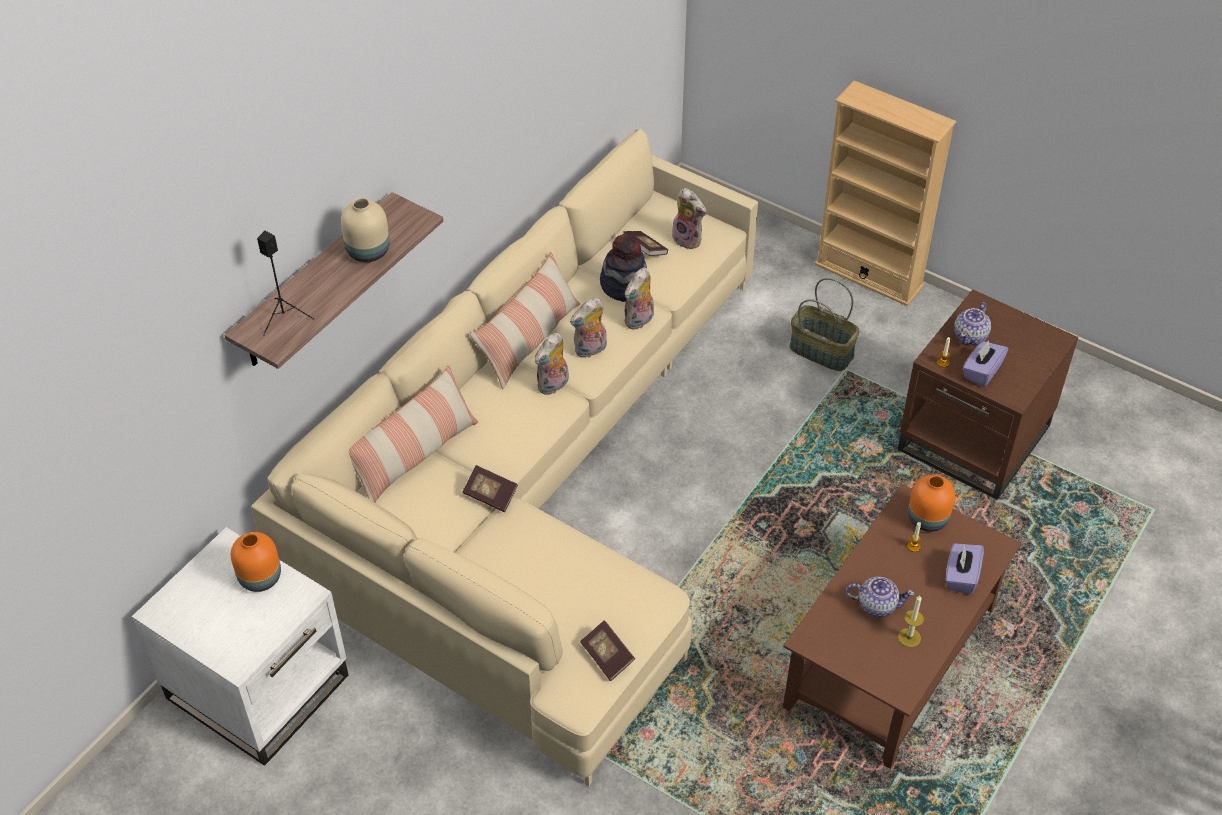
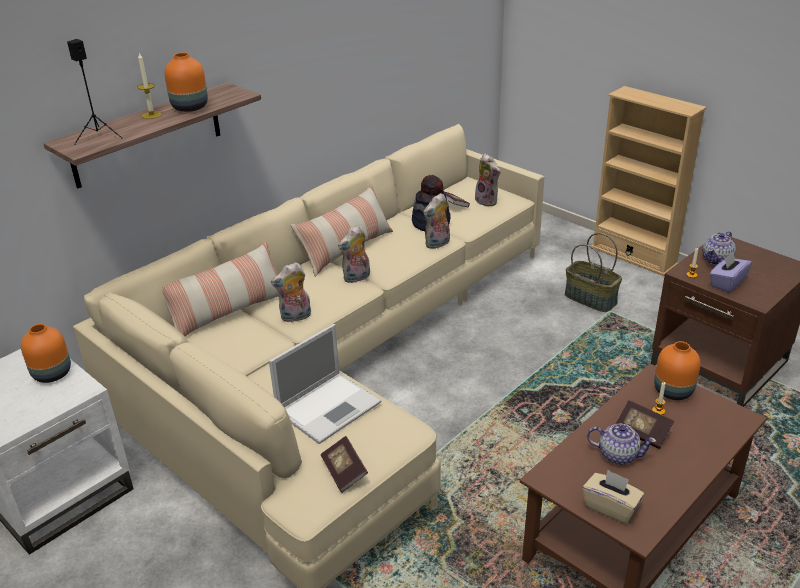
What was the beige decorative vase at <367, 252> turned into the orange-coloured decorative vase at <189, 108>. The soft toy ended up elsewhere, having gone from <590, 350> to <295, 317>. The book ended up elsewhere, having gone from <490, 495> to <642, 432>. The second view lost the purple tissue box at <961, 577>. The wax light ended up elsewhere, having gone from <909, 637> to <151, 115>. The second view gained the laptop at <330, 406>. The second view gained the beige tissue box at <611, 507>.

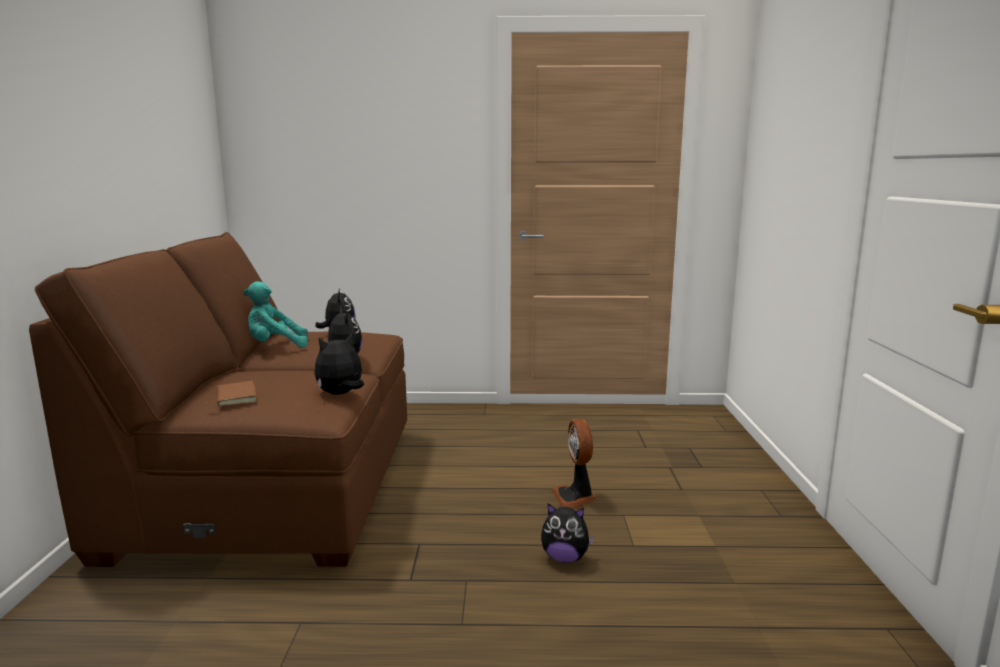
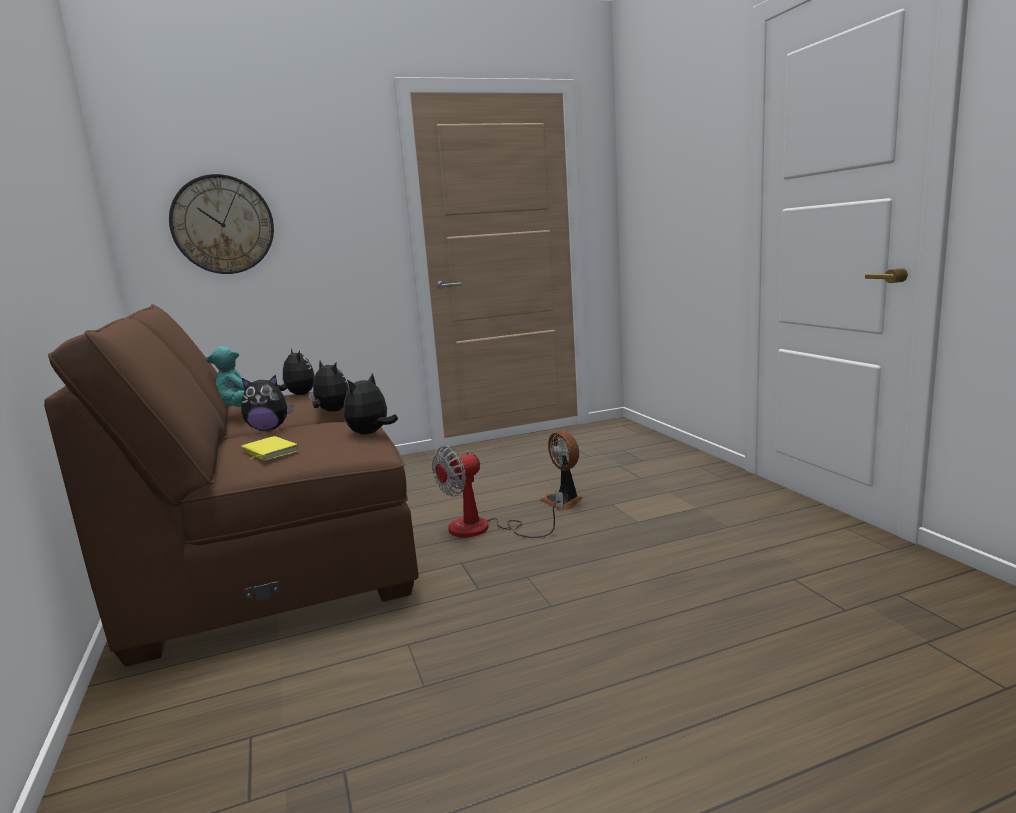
What was the brown book at <234, 397> turned into the yellowish book at <268, 452>. The soft toy ended up elsewhere, having gone from <565, 558> to <268, 429>. The second view gained the hanging clock at <223, 225>. The second view gained the electric fan at <483, 529>.

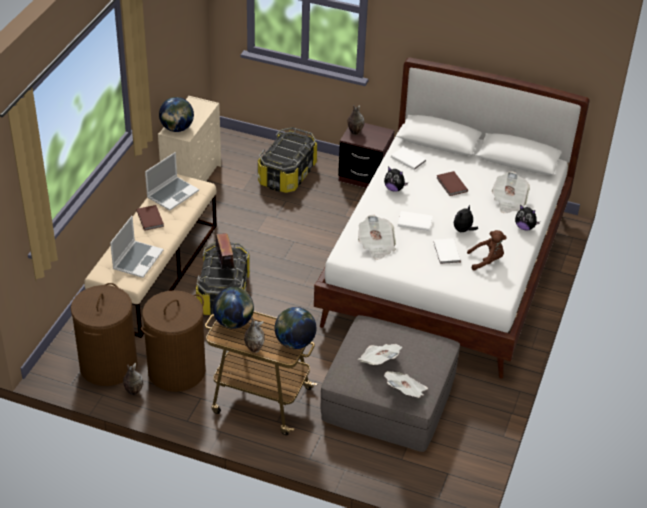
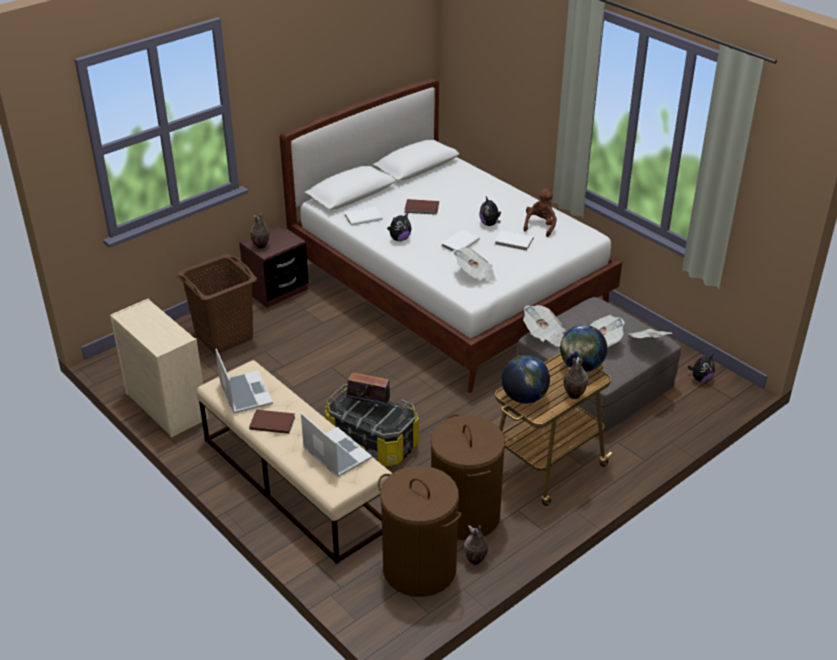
The second view lost the world globe at <177, 128>. Where the storage container stood at <287, 174>, the brown laundry basket came to stand at <223, 336>. The daily paper ended up elsewhere, having gone from <509, 201> to <543, 335>. The soft toy ended up elsewhere, having gone from <525, 227> to <700, 378>.

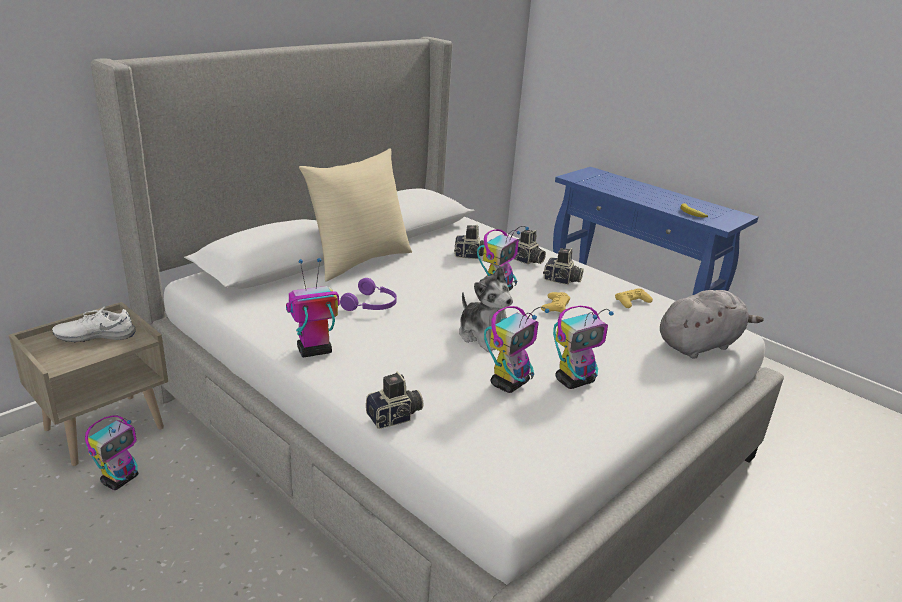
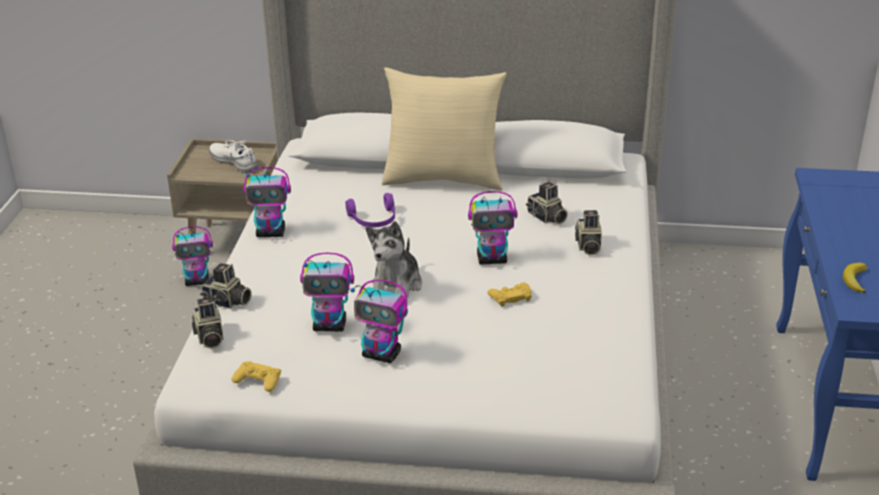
The still camera ended up elsewhere, having gone from <562, 280> to <209, 337>. The robot figure at <313, 351> ended up facing another way, 150 degrees clockwise from before. The yellowish gamepad ended up elsewhere, having gone from <632, 302> to <258, 380>. The second view lost the gray soft toy at <700, 344>.

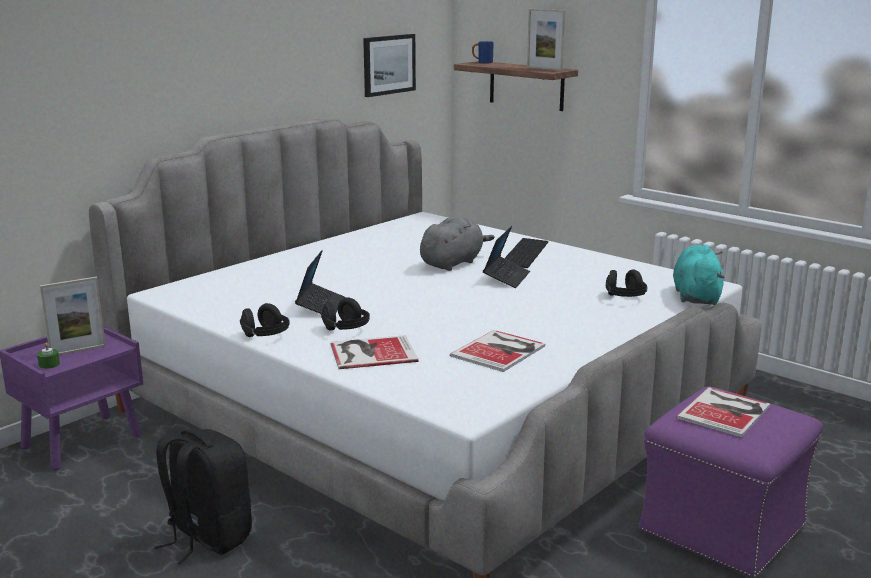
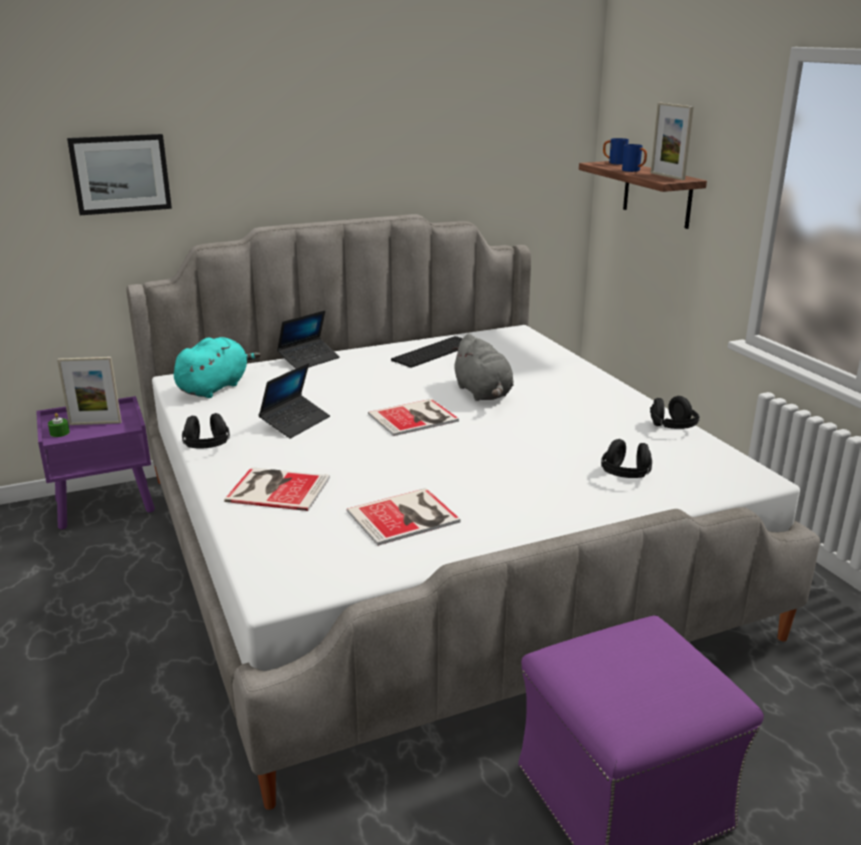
The picture ended up elsewhere, having gone from <388, 64> to <120, 174>. The gray soft toy at <453, 263> ended up facing another way, 90 degrees clockwise from before. The laptop ended up elsewhere, having gone from <506, 278> to <309, 360>. The PC keyboard ended up elsewhere, having gone from <523, 253> to <433, 351>. The turquoise-coloured soft toy ended up elsewhere, having gone from <696, 296> to <215, 387>. The black-coloured headphones ended up elsewhere, having gone from <345, 330> to <672, 428>. The book ended up elsewhere, having gone from <726, 412> to <416, 418>. The second view lost the black-coloured rucksack at <207, 537>. The second view gained the blue mug at <634, 171>.

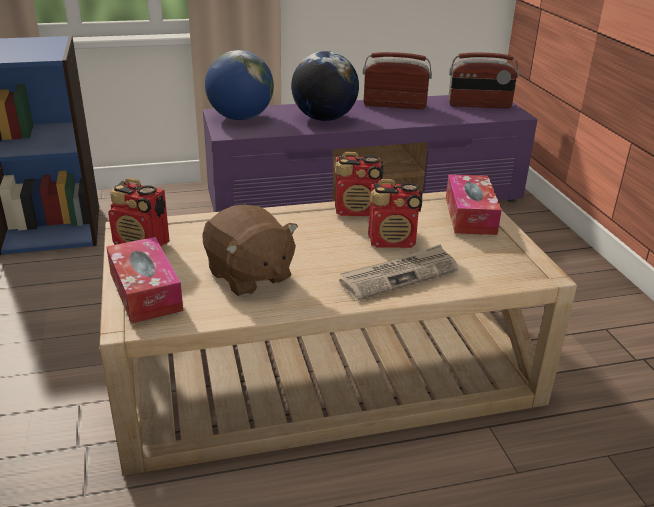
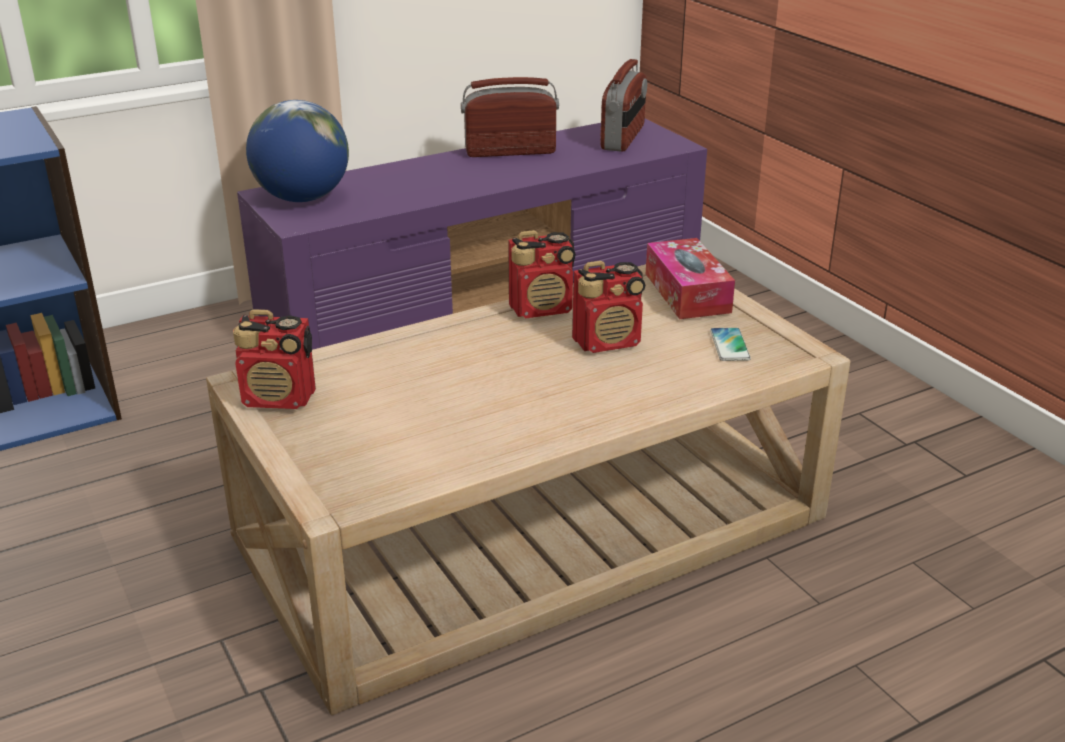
The second view lost the world globe at <324, 118>. The radio set at <479, 105> ended up facing another way, 60 degrees counterclockwise from before. The second view lost the brown soft toy at <249, 276>. The second view lost the tissue box at <145, 291>. The second view lost the daily paper at <399, 275>. The second view gained the phone at <729, 345>.

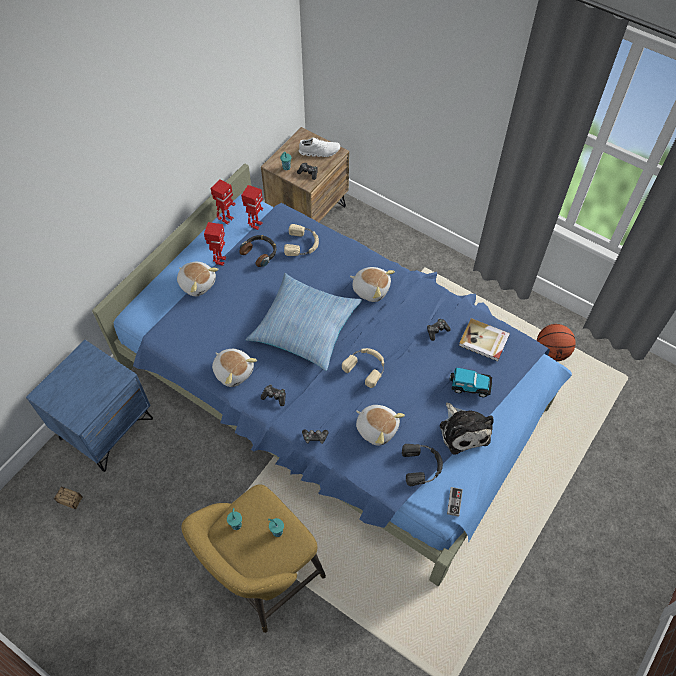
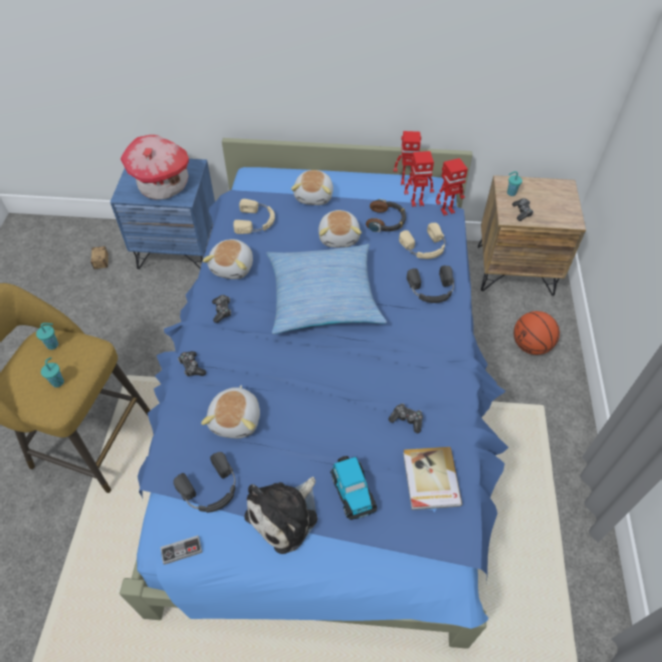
The second view lost the whitish low shoe at <319, 151>. The robot figure ended up elsewhere, having gone from <220, 260> to <447, 210>. The soft toy ended up elsewhere, having gone from <371, 289> to <339, 237>. The basketball ball ended up elsewhere, having gone from <551, 352> to <531, 345>. The beige headphones ended up elsewhere, having gone from <366, 367> to <256, 221>. The second view gained the miniature house at <163, 185>. The second view gained the black-coloured headphones at <431, 290>.

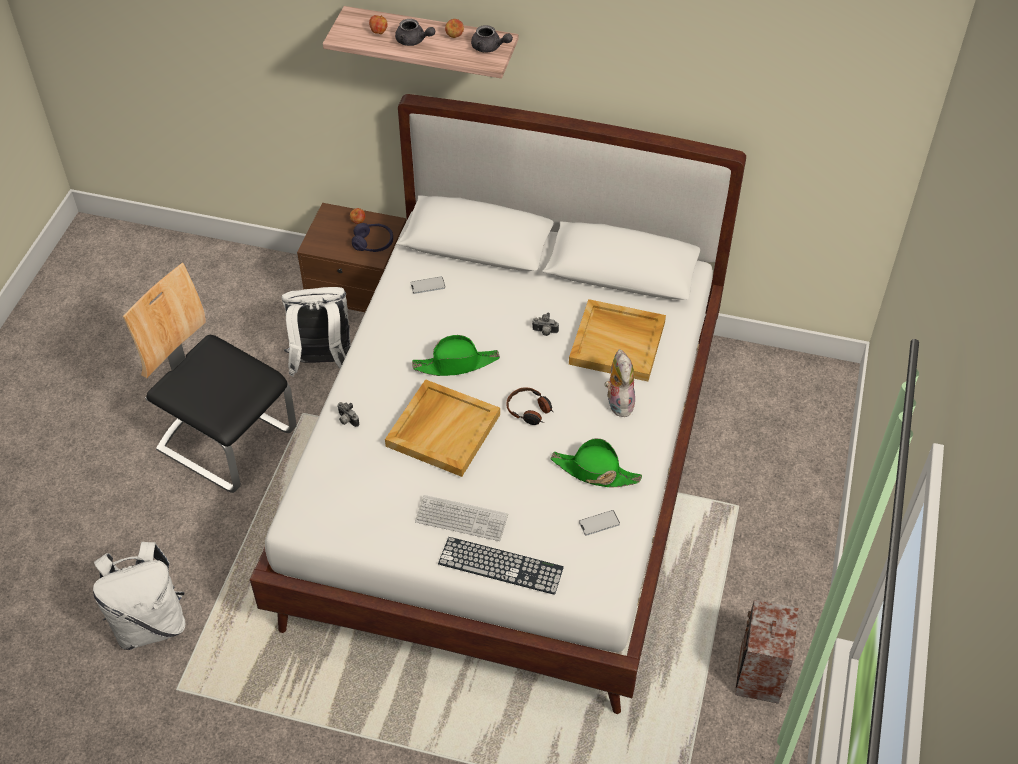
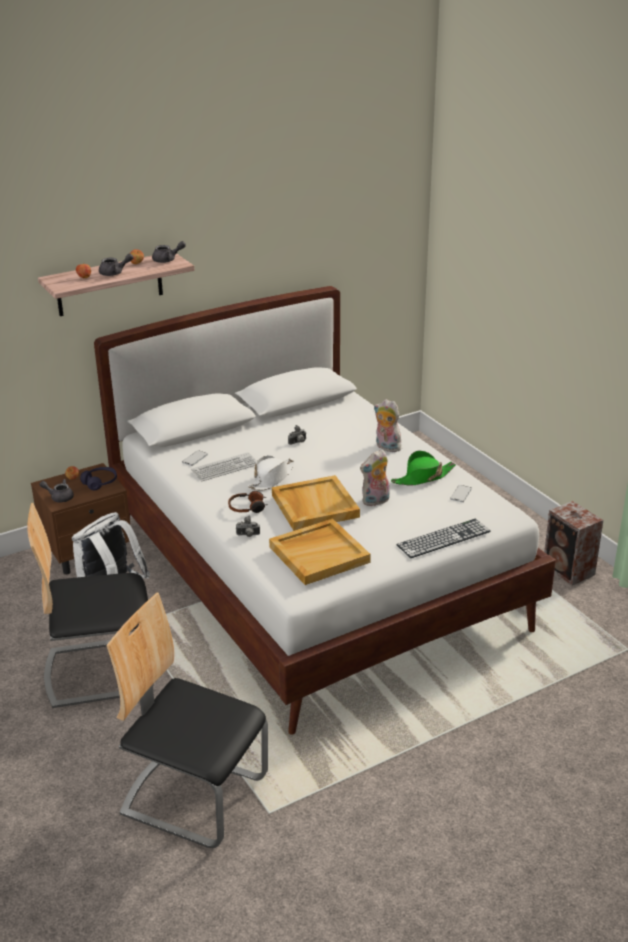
The beige serving tray ended up elsewhere, having gone from <618, 342> to <319, 554>. What was the greenish wearable hat at <456, 364> turned into the whitish wearable hat at <272, 478>. The headphones ended up elsewhere, having gone from <529, 410> to <248, 507>. The PC keyboard ended up elsewhere, having gone from <461, 519> to <225, 468>. Where the whitish rucksack stood at <150, 623>, the chair came to stand at <194, 795>. The second view gained the soft toy at <375, 501>. The second view gained the gray teapot at <59, 497>.

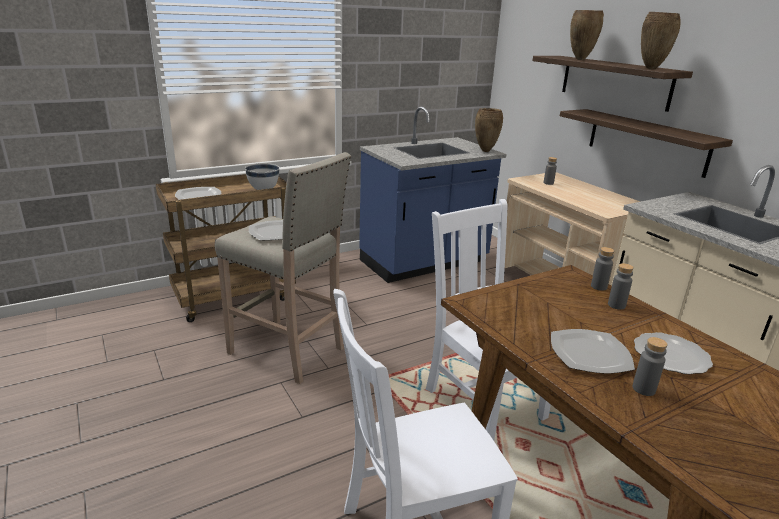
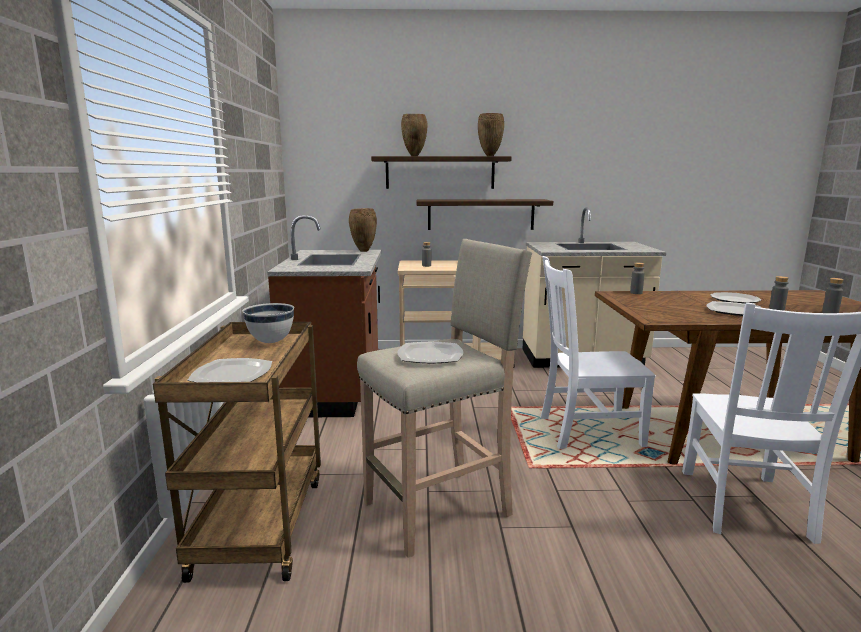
What was the blue counter at <424, 263> turned into the brown counter at <337, 390>. The gray beverage bottle ended up elsewhere, having gone from <616, 305> to <830, 313>.

